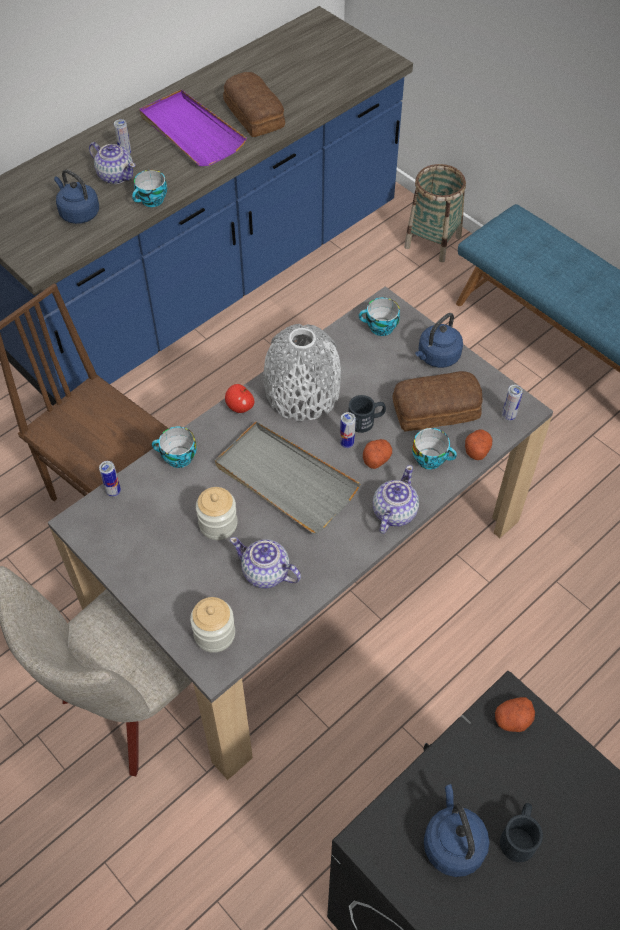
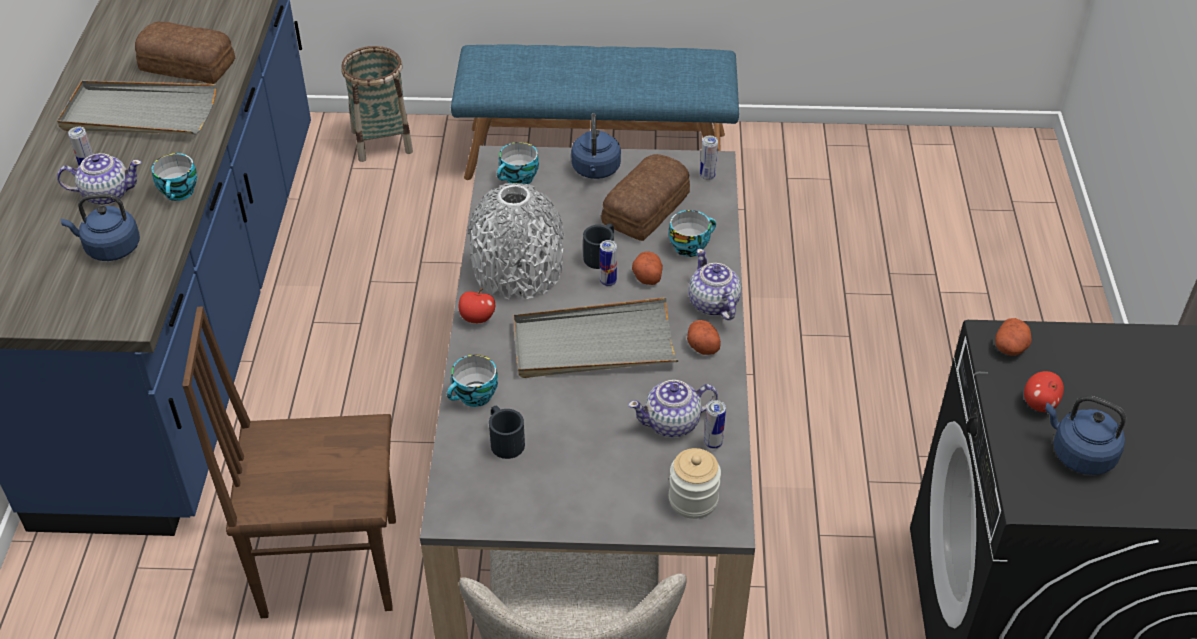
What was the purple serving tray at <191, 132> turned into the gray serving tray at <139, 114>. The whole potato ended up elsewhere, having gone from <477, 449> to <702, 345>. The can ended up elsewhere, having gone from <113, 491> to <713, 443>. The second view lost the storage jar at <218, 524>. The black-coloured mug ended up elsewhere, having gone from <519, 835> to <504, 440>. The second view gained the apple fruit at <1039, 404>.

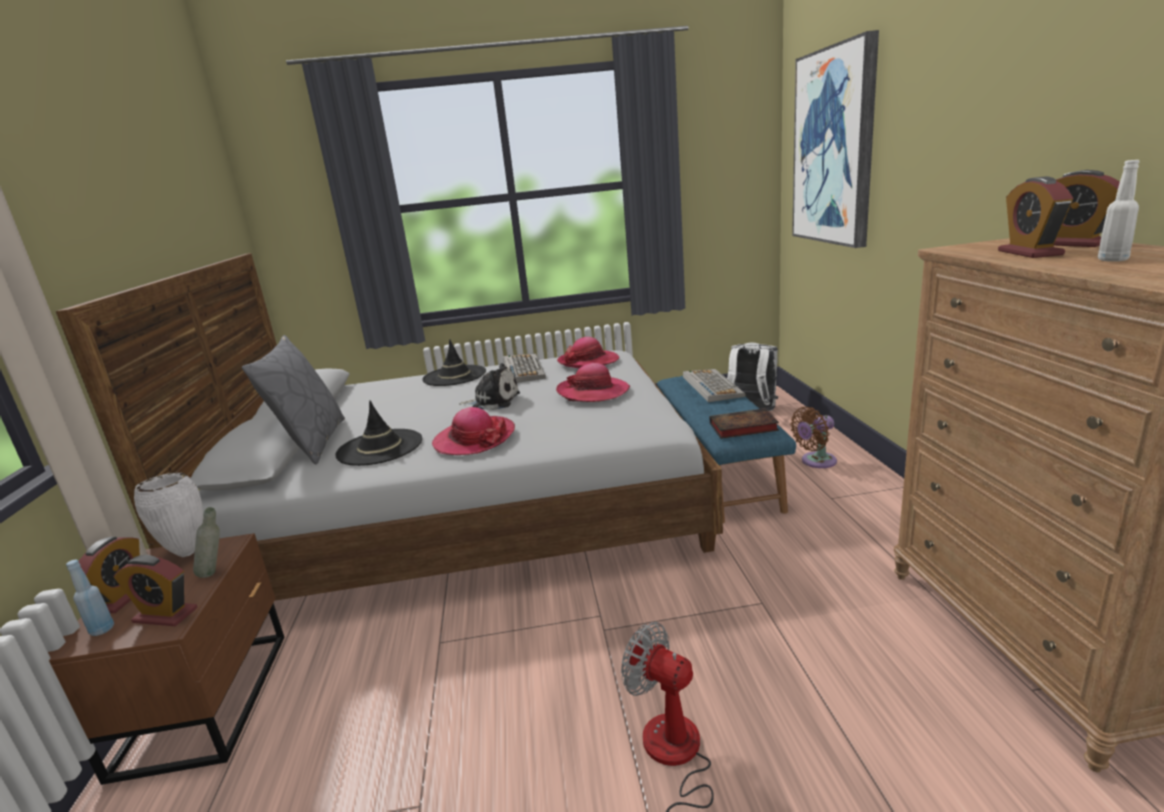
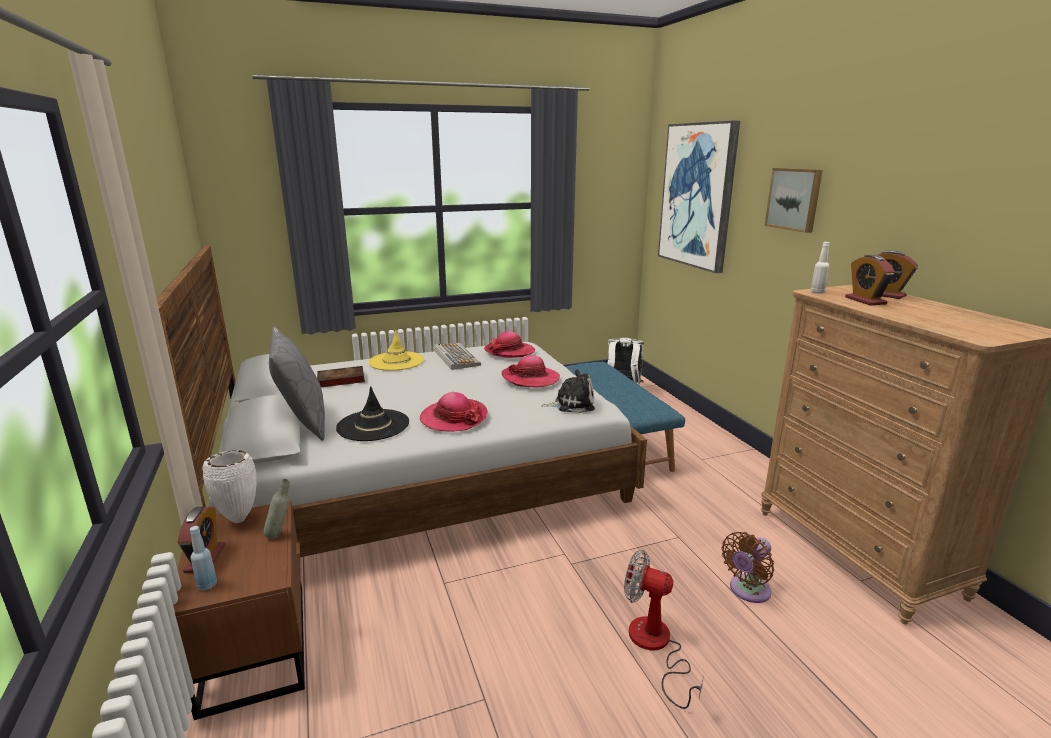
The whitish beverage bottle ended up elsewhere, having gone from <1112, 260> to <817, 292>. What was the black-coloured wearable hat at <454, 376> turned into the yellowish wearable hat at <396, 361>. The soft toy ended up elsewhere, having gone from <493, 401> to <571, 404>. The second view lost the PC keyboard at <711, 386>. The brown electric fan ended up elsewhere, having gone from <815, 462> to <747, 591>. The book ended up elsewhere, having gone from <742, 428> to <340, 380>. The second view lost the alarm clock at <165, 615>. The second view gained the picture at <794, 199>.

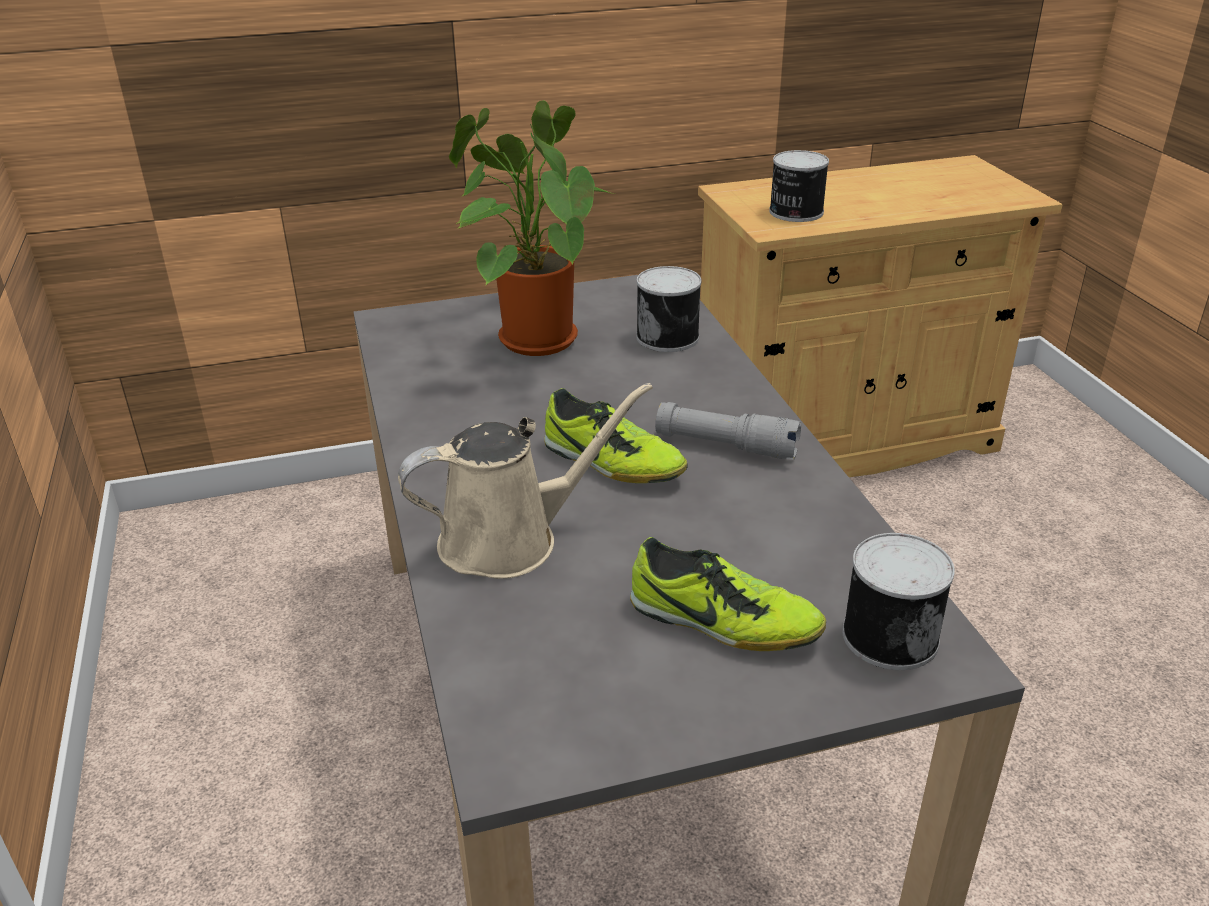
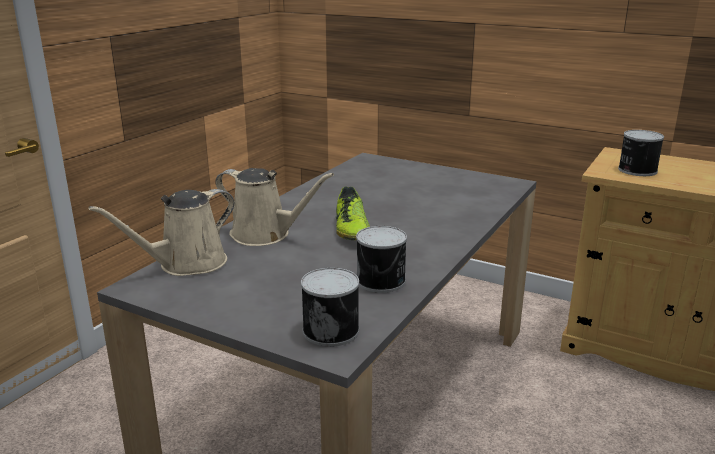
The second view lost the houseplant at <531, 337>. The can ended up elsewhere, having gone from <669, 337> to <382, 281>. The second view lost the gray flashlight at <726, 446>. The second view lost the low shoe at <723, 622>. The second view gained the beige sprinkling can at <187, 264>.

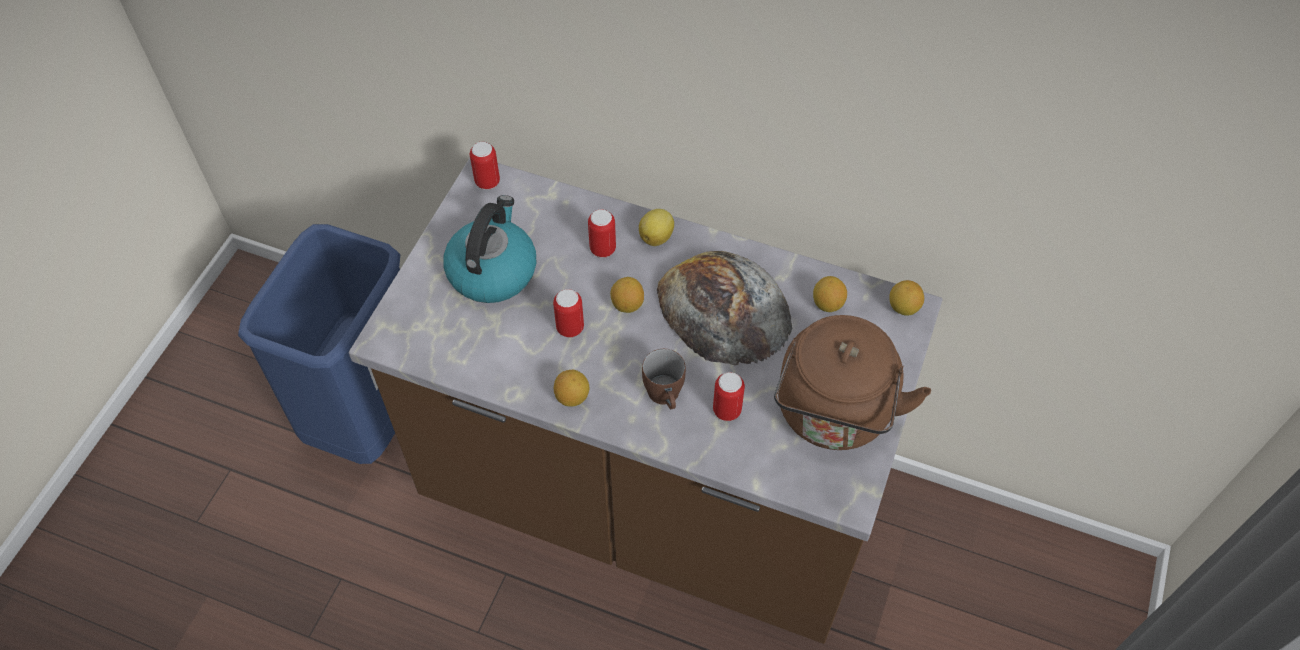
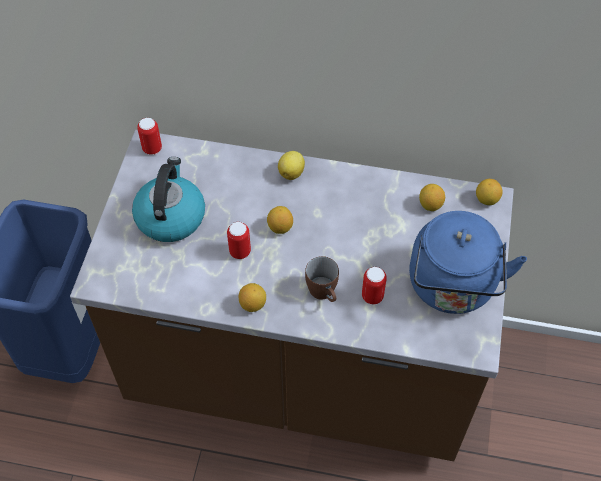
The second view lost the can at <602, 249>. The second view lost the bread at <723, 308>. What was the brown water kettle at <833, 416> turned into the blue water kettle at <452, 288>.

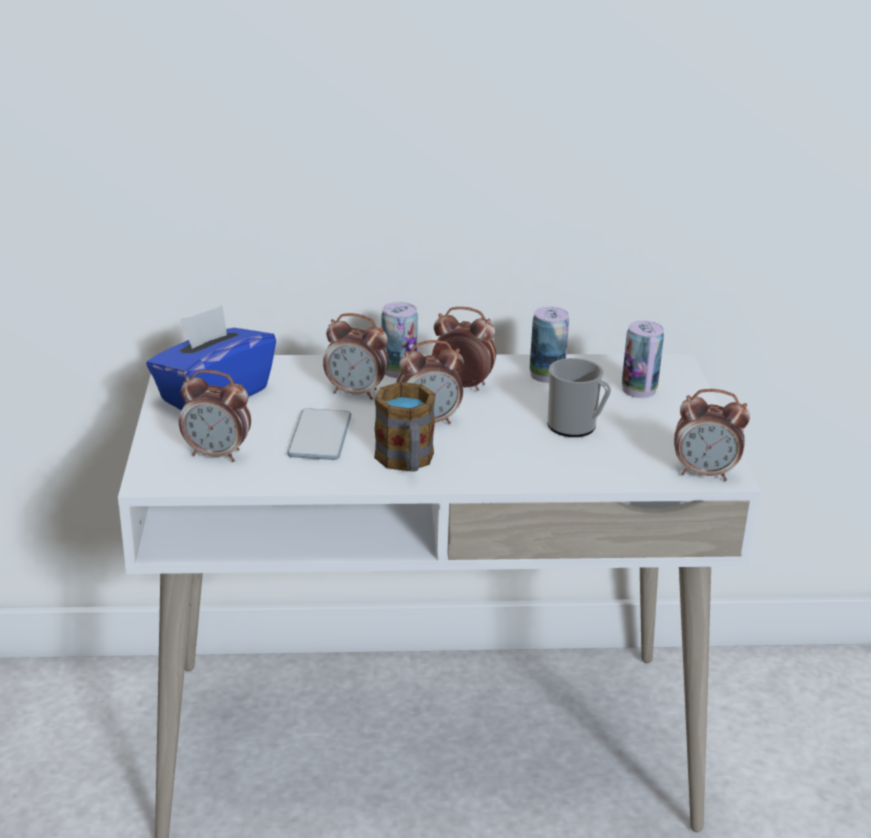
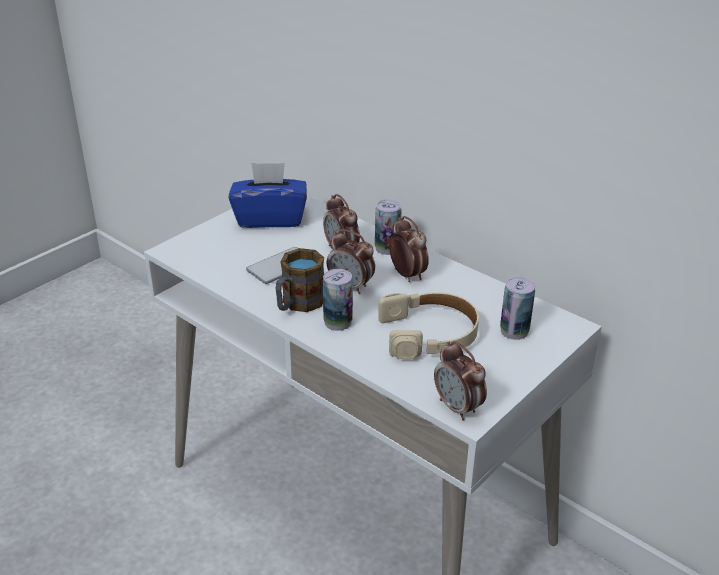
The can ended up elsewhere, having gone from <546, 375> to <338, 322>. Where the mug stood at <576, 427>, the beige headphones came to stand at <429, 334>. The second view lost the alarm clock at <217, 454>.

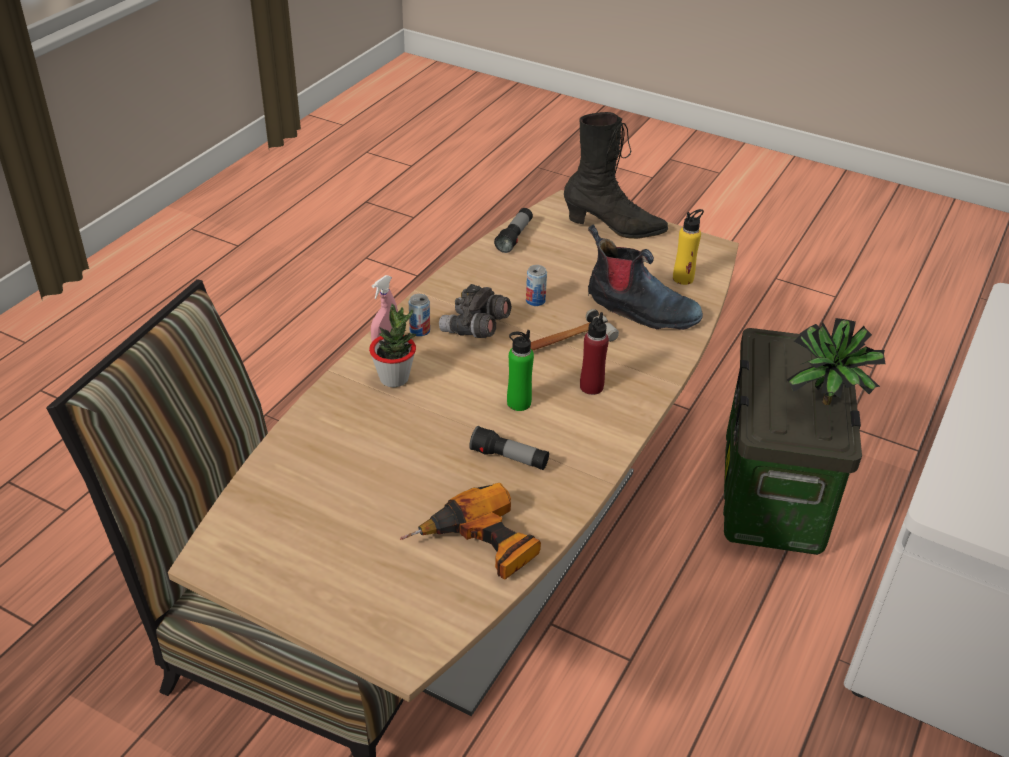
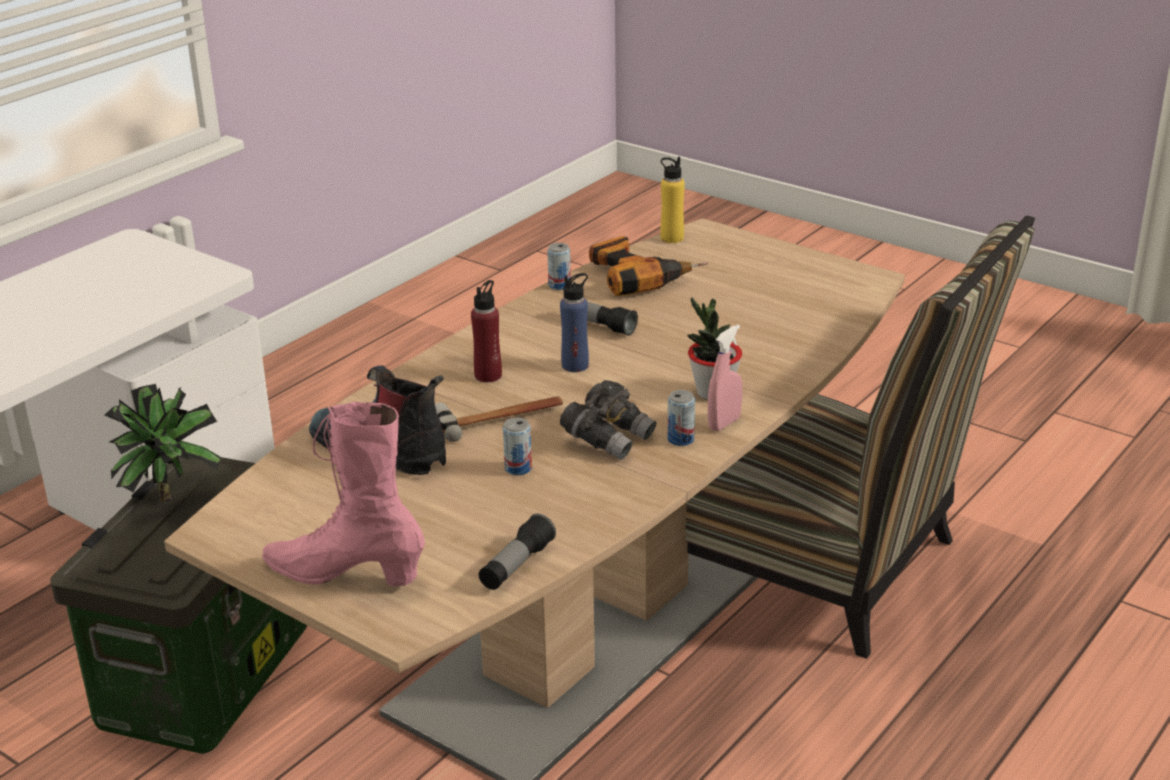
What was the black-coloured high-top boot at <614, 228> turned into the pinkish high-top boot at <345, 574>. The yellowish beverage bottle ended up elsewhere, having gone from <683, 278> to <671, 238>. What was the greenish beverage bottle at <518, 403> turned into the blue beverage bottle at <575, 365>. The second view gained the can at <559, 285>.

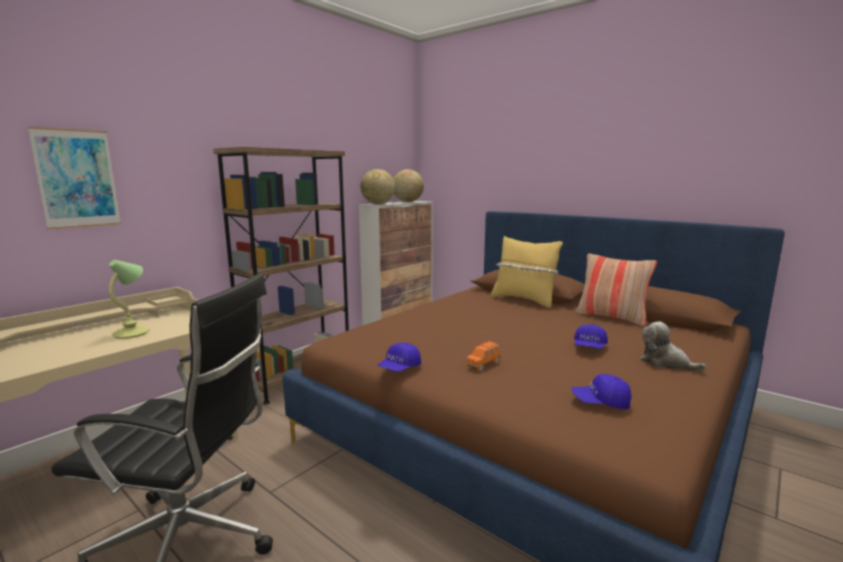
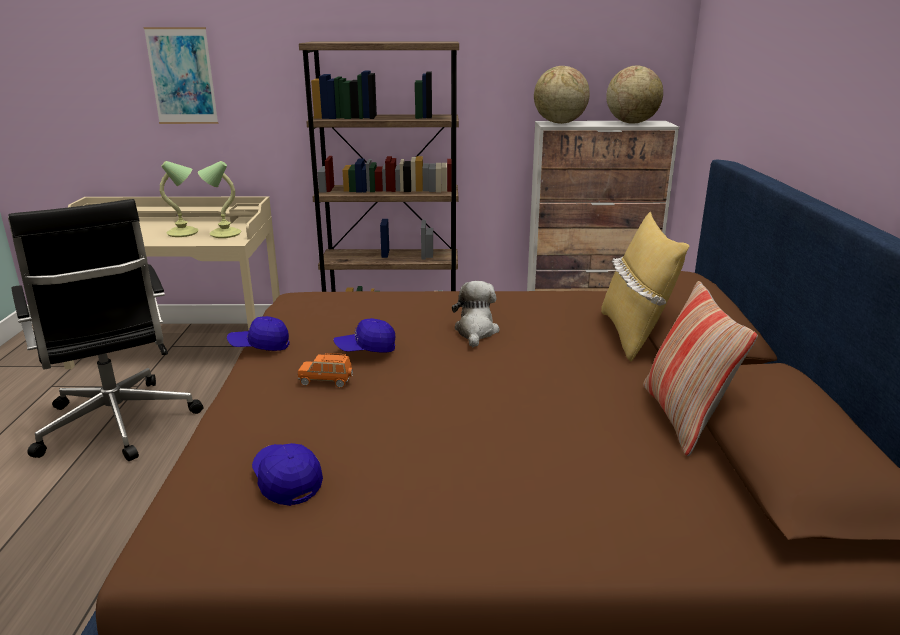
The soft toy ended up elsewhere, having gone from <665, 363> to <475, 331>. The blue peaked cap ended up elsewhere, having gone from <589, 347> to <366, 349>. The second view gained the tabletop lamp at <224, 234>.

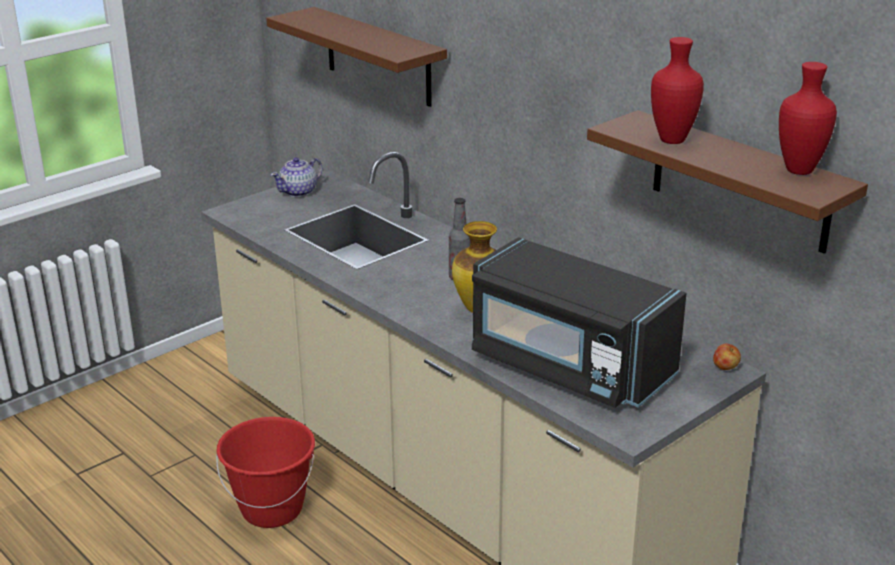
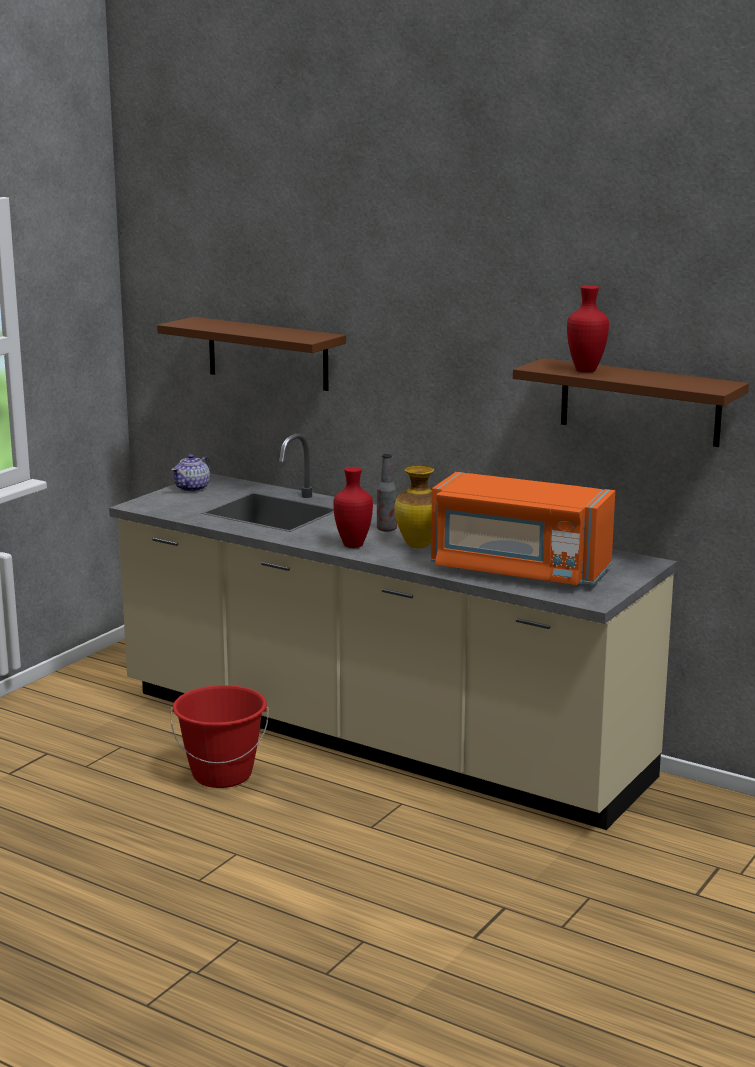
The reddish decorative vase ended up elsewhere, having gone from <801, 170> to <354, 545>. What was the black-coloured microwave at <569, 366> turned into the orange-coloured microwave at <518, 571>. The second view lost the apple fruit at <725, 368>.

